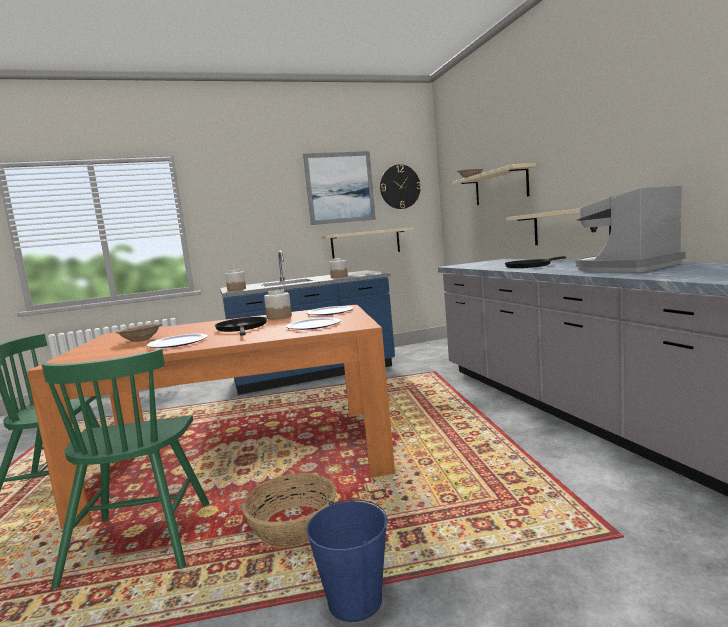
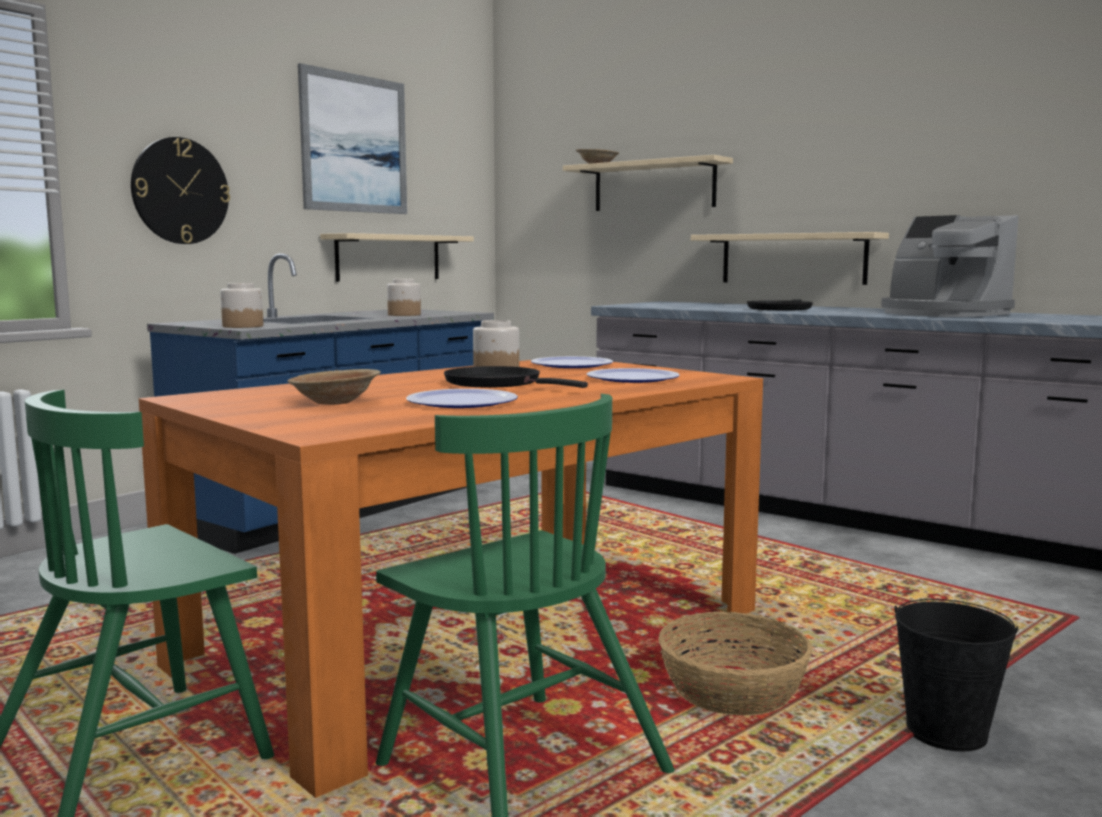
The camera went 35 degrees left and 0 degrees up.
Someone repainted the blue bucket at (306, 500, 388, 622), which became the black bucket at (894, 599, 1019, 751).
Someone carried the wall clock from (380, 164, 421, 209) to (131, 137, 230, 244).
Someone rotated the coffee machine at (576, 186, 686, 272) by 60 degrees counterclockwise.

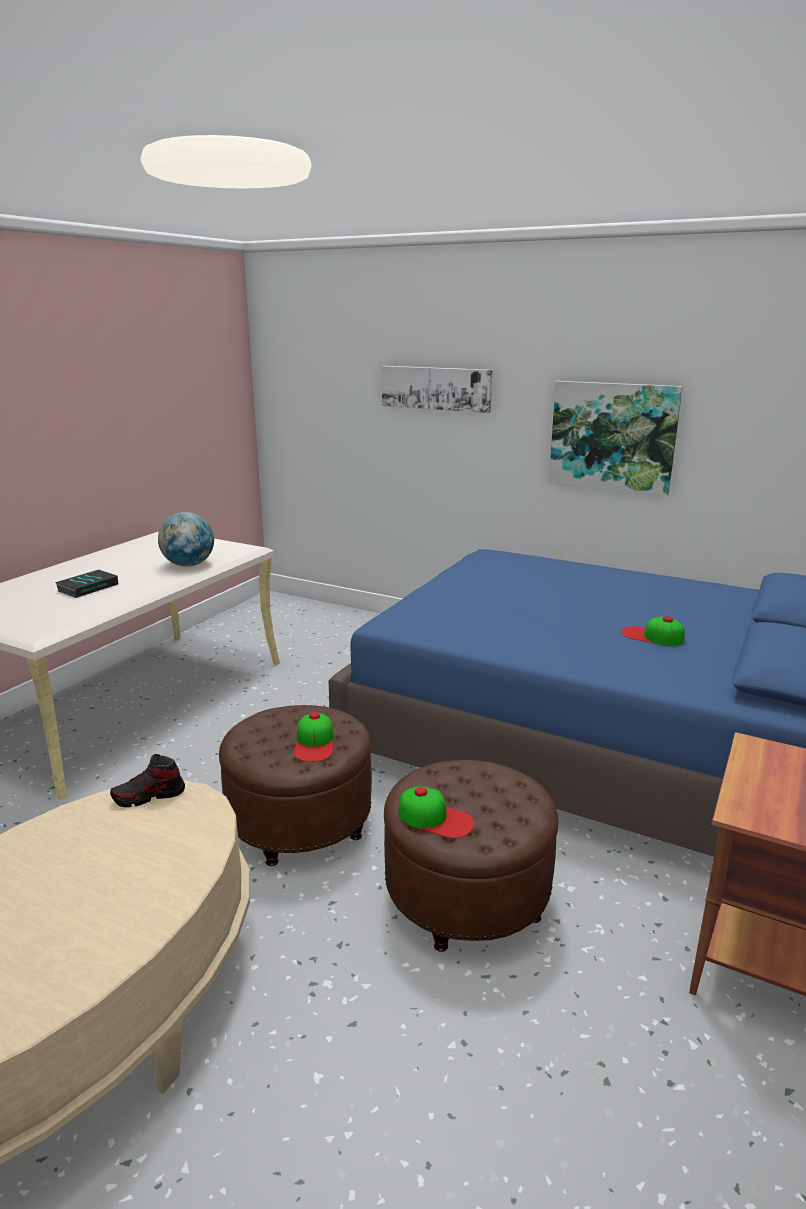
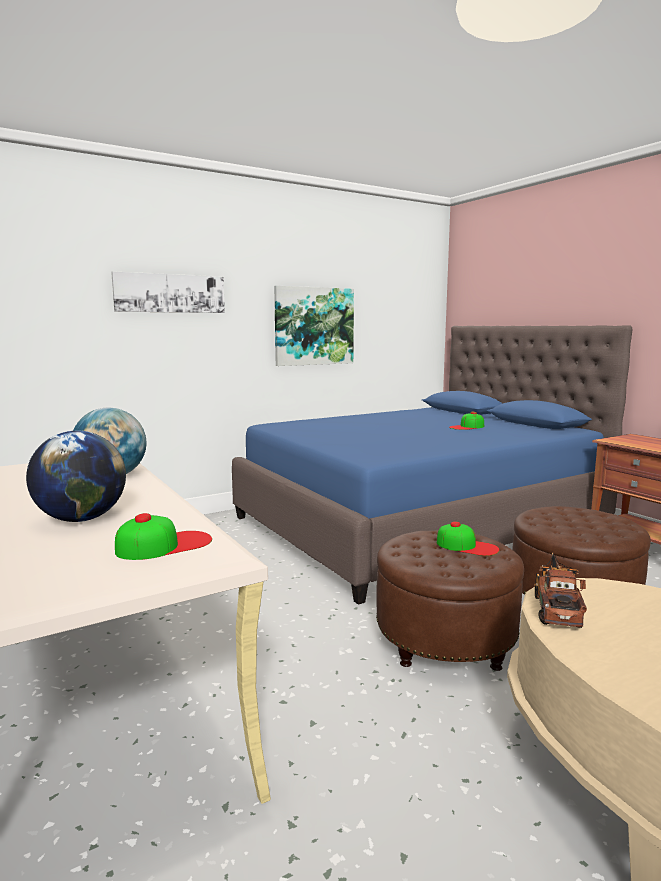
The camera went 60 degrees left and 10 degrees down.
Someone swapped the book at (55, 570, 118, 598) for the globe at (26, 431, 126, 522).
Someone swapped the shoe at (110, 754, 185, 807) for the toy truck at (534, 552, 587, 628).
Someone carried the cap from (398, 786, 475, 838) to (115, 513, 212, 560).

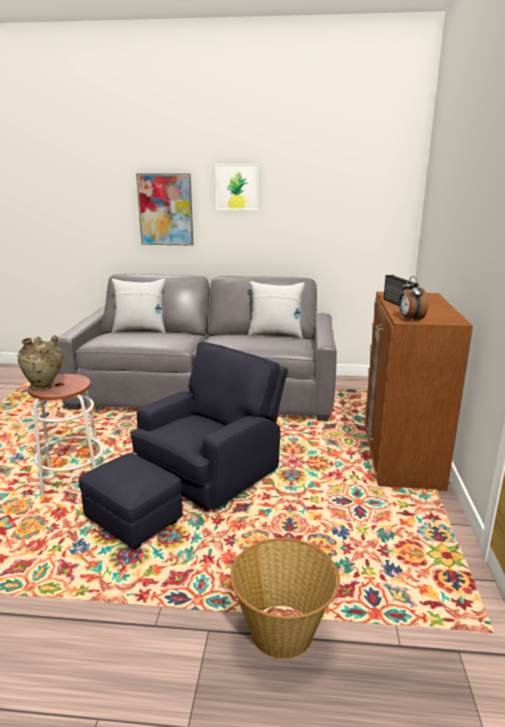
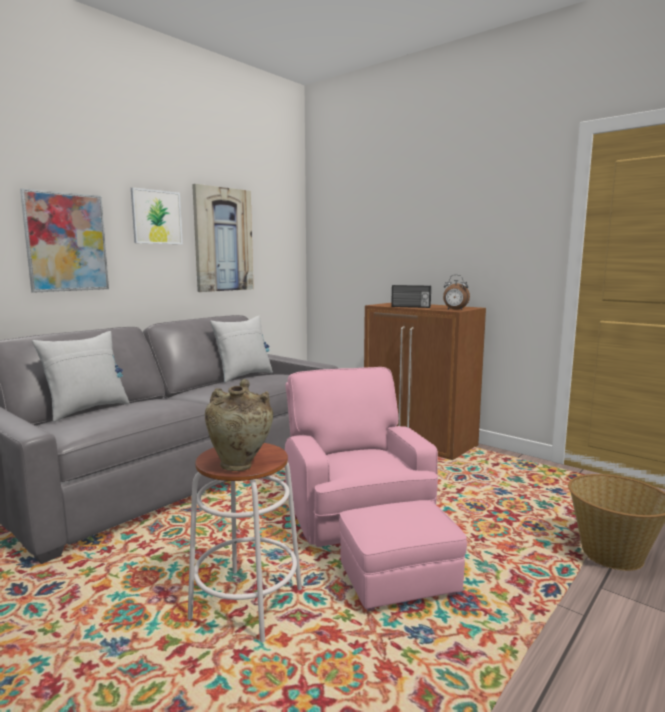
The camera went 55 degrees left and 10 degrees down.
Someone repainted the black armchair at (79, 342, 288, 550), which became the pink armchair at (285, 367, 467, 611).
Someone put up the picture at (192, 184, 254, 292).

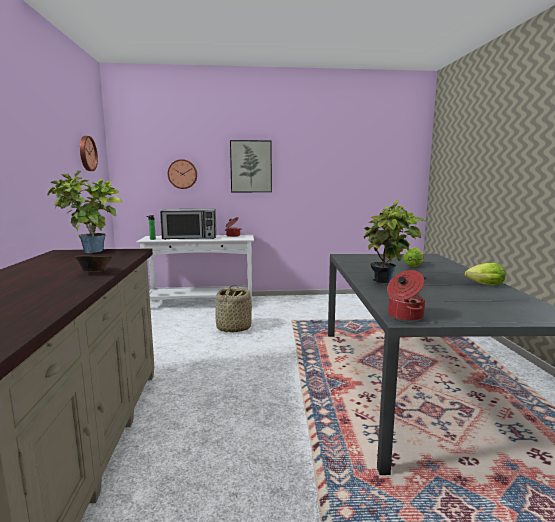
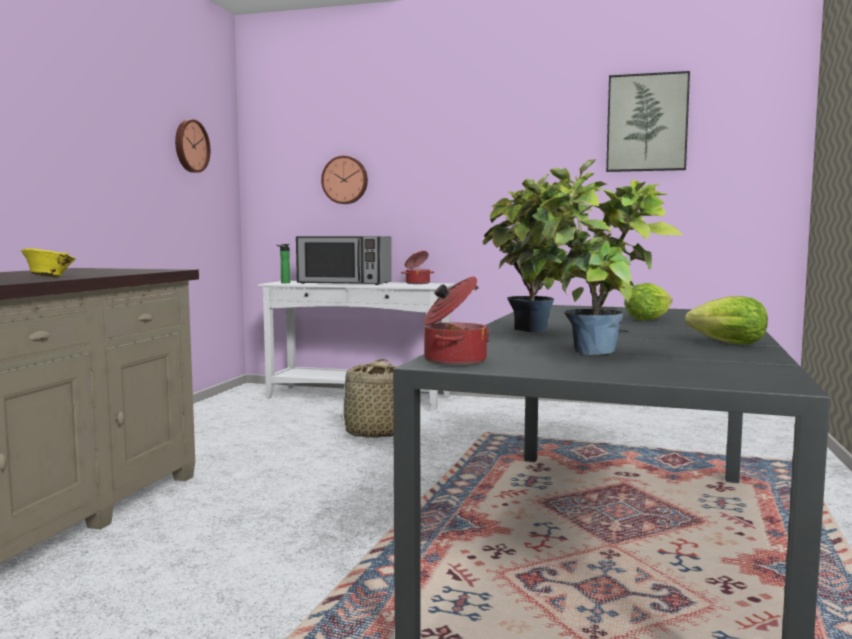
The camera went 20 degrees right and 5 degrees down.
Someone carried the potted plant from (47, 170, 123, 253) to (515, 159, 684, 355).
Someone repainted the brown bowl at (75, 255, 112, 272), which became the yellow bowl at (21, 248, 76, 278).
Someone carried the picture from (230, 140, 272, 192) to (606, 71, 690, 172).

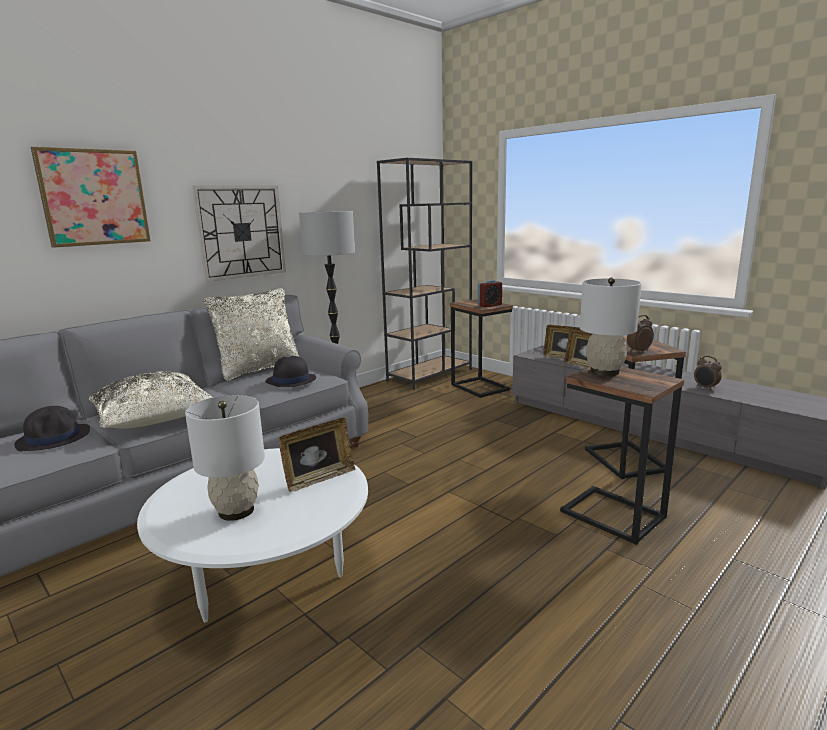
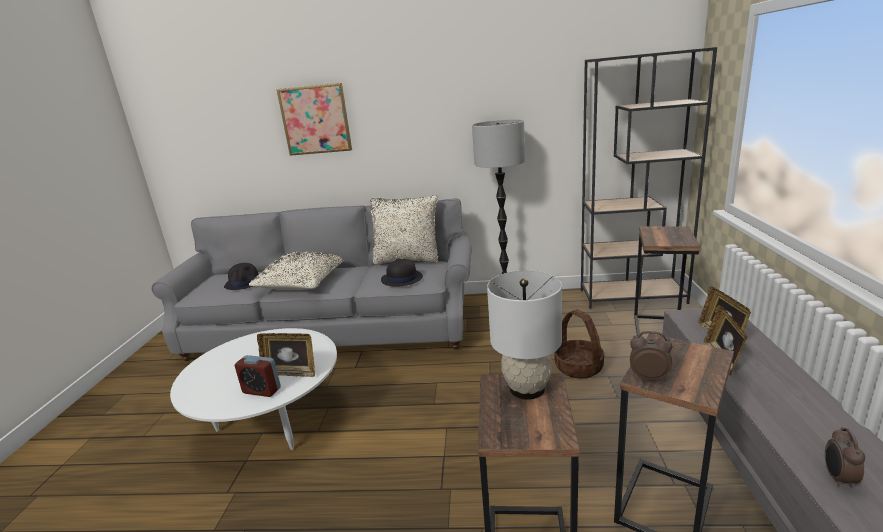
The camera went 50 degrees right and 5 degrees up.
Someone took away the white table lamp at (185, 395, 265, 521).
Someone took away the wall clock at (192, 186, 286, 282).
Someone carried the alarm clock from (478, 280, 502, 307) to (235, 355, 281, 397).
Someone put down the basket at (554, 309, 604, 379).

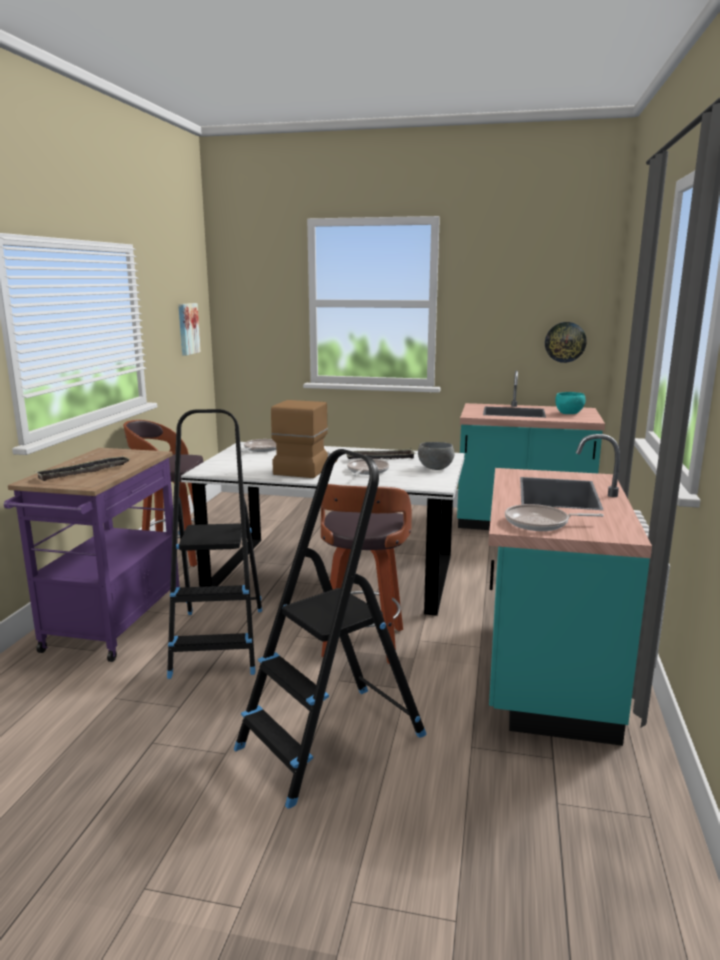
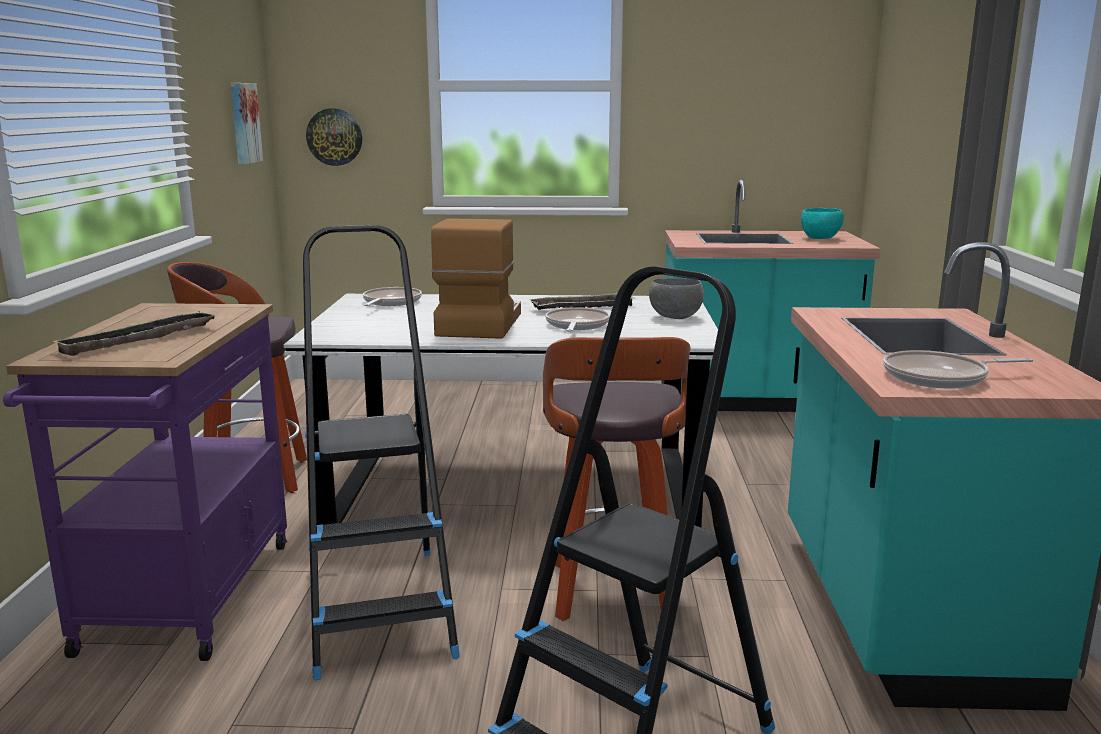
The camera went 10 degrees left and 0 degrees up.
Someone carried the wall clock from (545, 322, 587, 363) to (306, 108, 362, 166).

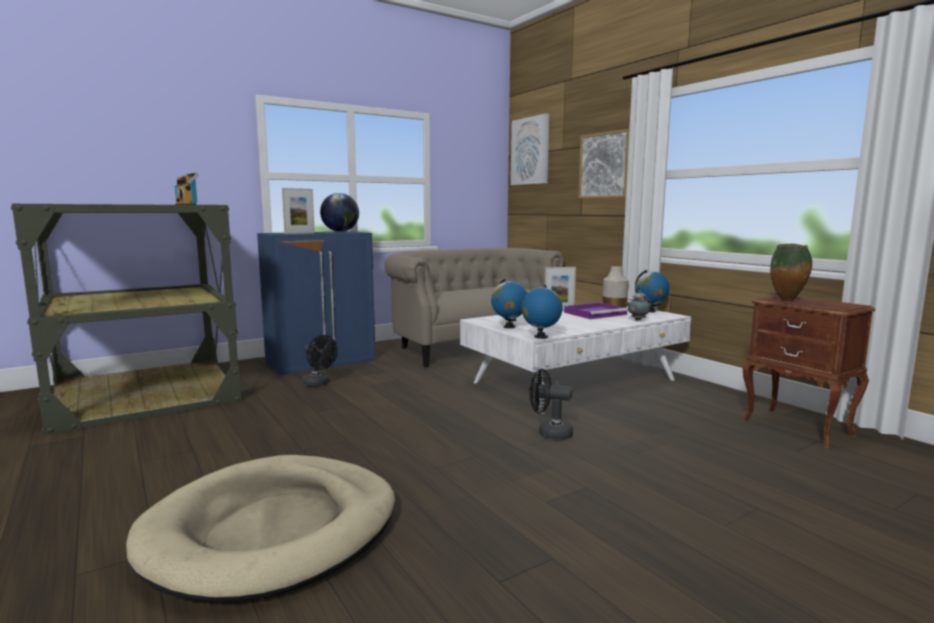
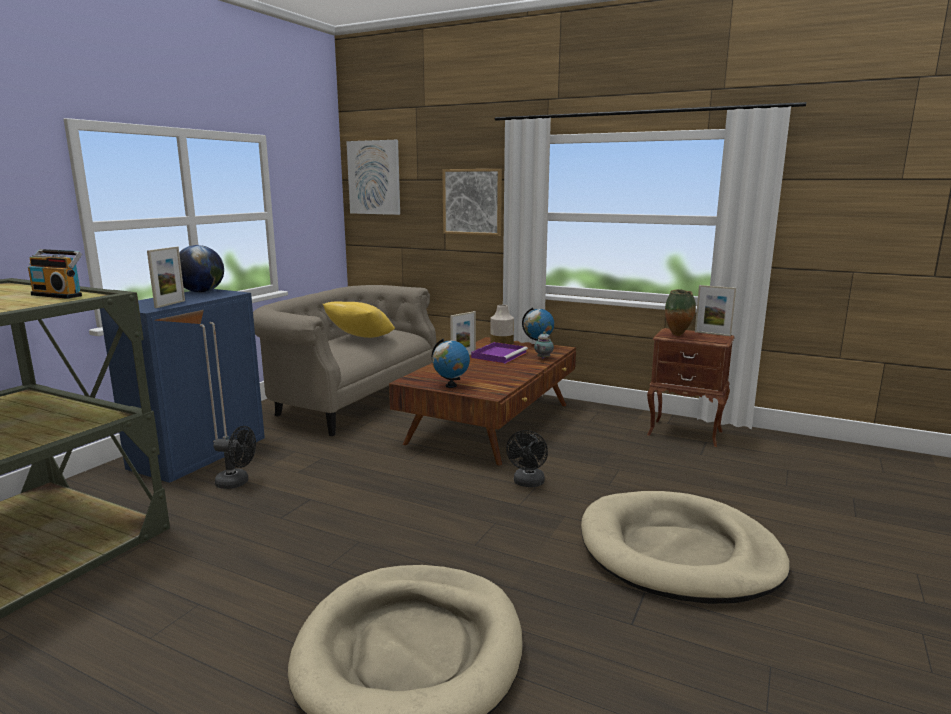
The camera went 30 degrees left and 5 degrees up.
Someone repainted the white coffee table at (460, 302, 691, 414), which became the brown coffee table at (389, 337, 576, 465).
Someone took away the globe at (522, 285, 563, 339).
Someone rotated the black fan at (530, 369, 573, 440) by 60 degrees counterclockwise.
Someone put down the yellow pillow at (323, 302, 395, 338).
Someone put down the beige dog bed at (581, 491, 790, 604).
Someone put down the picture frame at (695, 285, 736, 336).

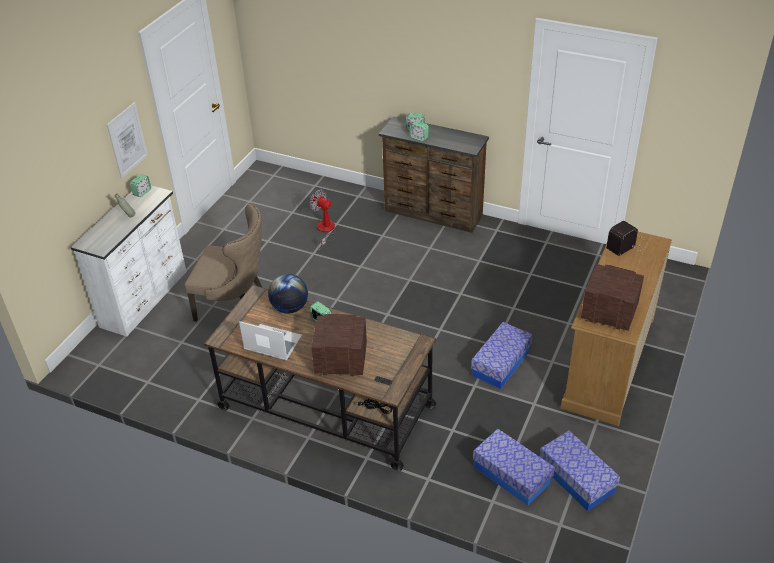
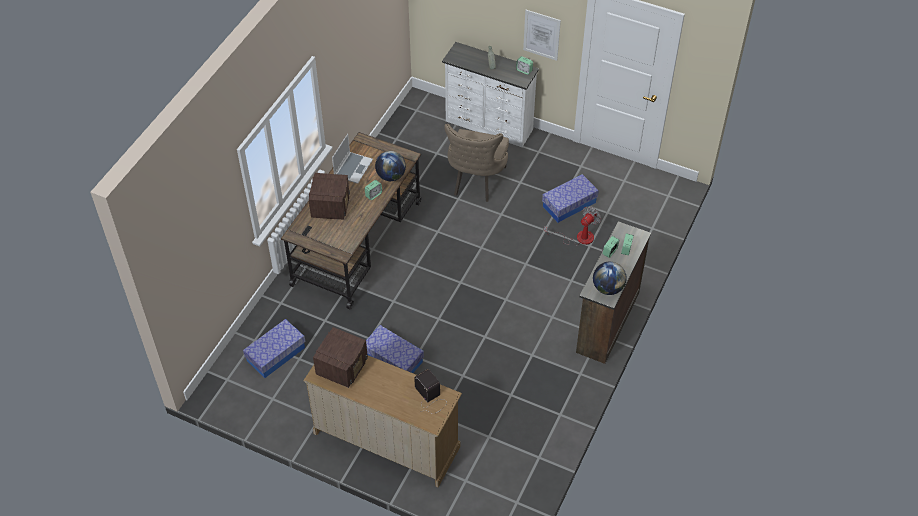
The camera went 90 degrees right and 10 degrees up.
Someone carried the storage box from (539, 431, 620, 511) to (542, 174, 599, 223).
Someone put down the globe at (593, 262, 627, 295).

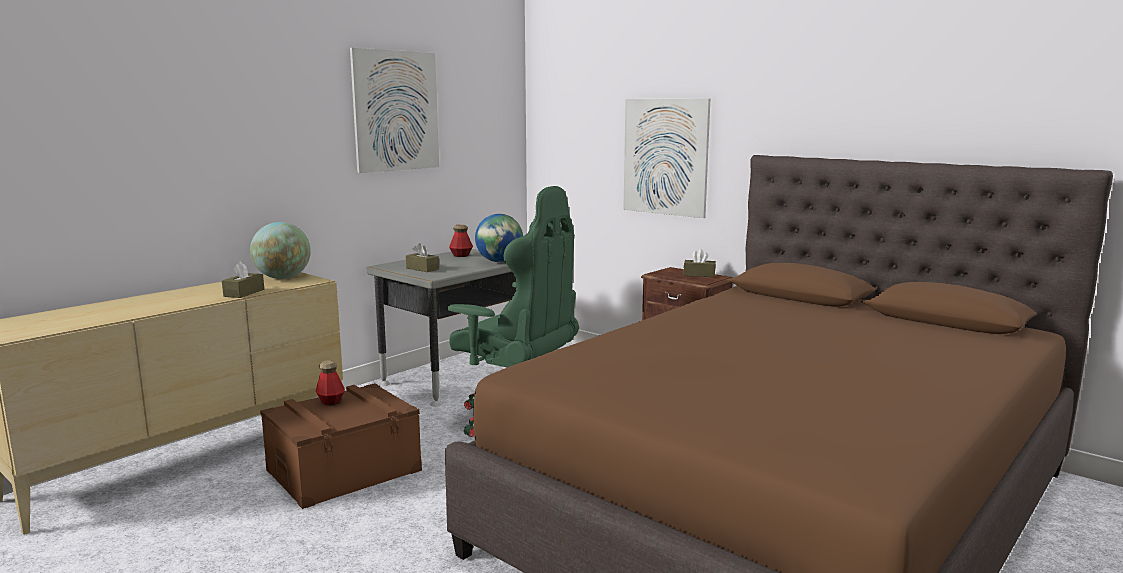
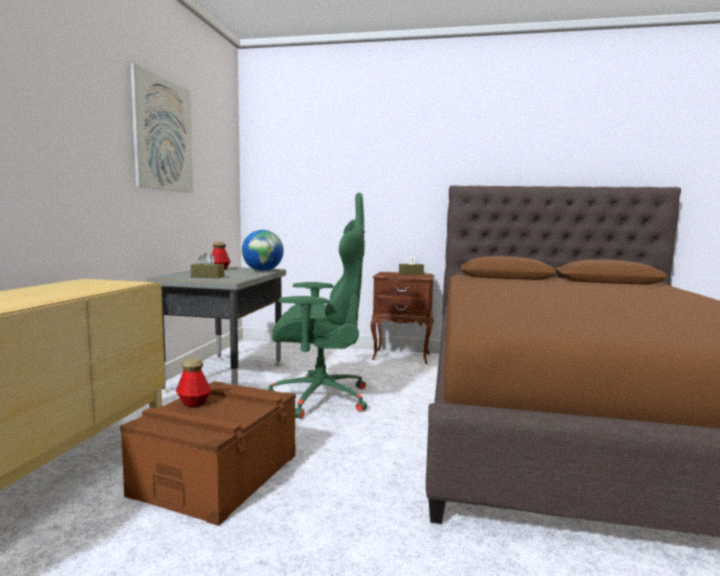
The camera went 30 degrees left and 5 degrees down.
Someone took away the brown tissue box at (222, 261, 264, 298).
Someone took away the globe at (250, 222, 311, 279).
Someone took away the picture at (623, 99, 710, 218).

